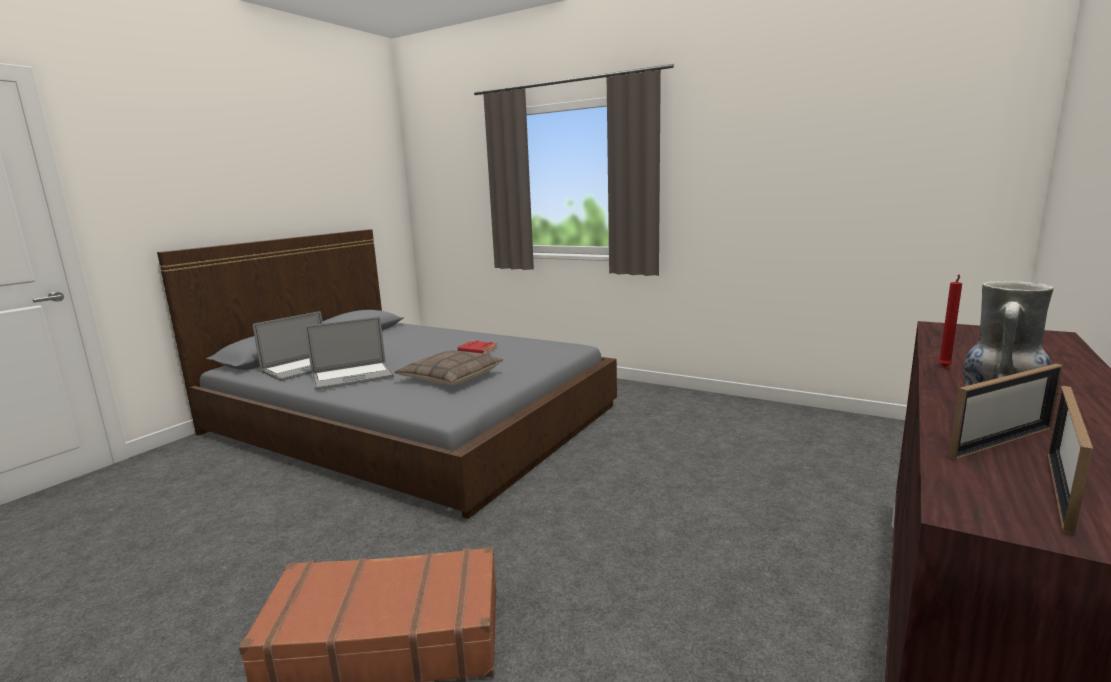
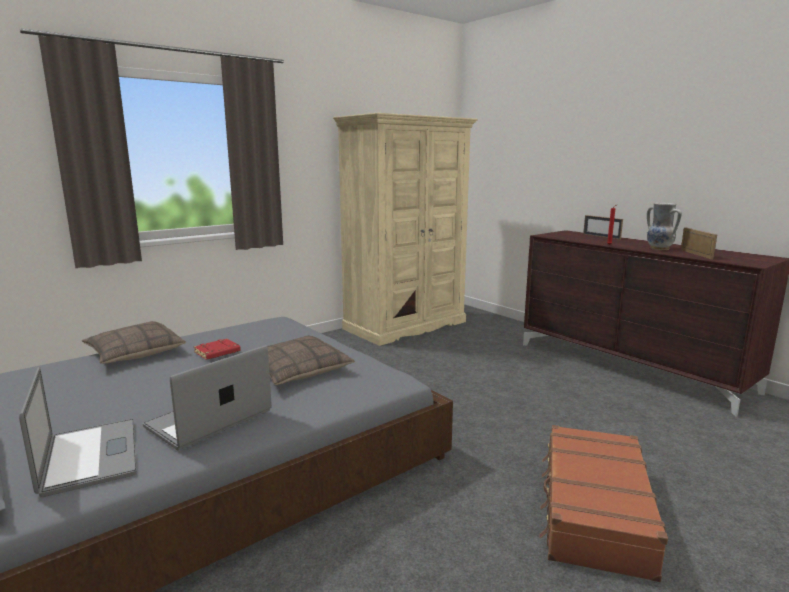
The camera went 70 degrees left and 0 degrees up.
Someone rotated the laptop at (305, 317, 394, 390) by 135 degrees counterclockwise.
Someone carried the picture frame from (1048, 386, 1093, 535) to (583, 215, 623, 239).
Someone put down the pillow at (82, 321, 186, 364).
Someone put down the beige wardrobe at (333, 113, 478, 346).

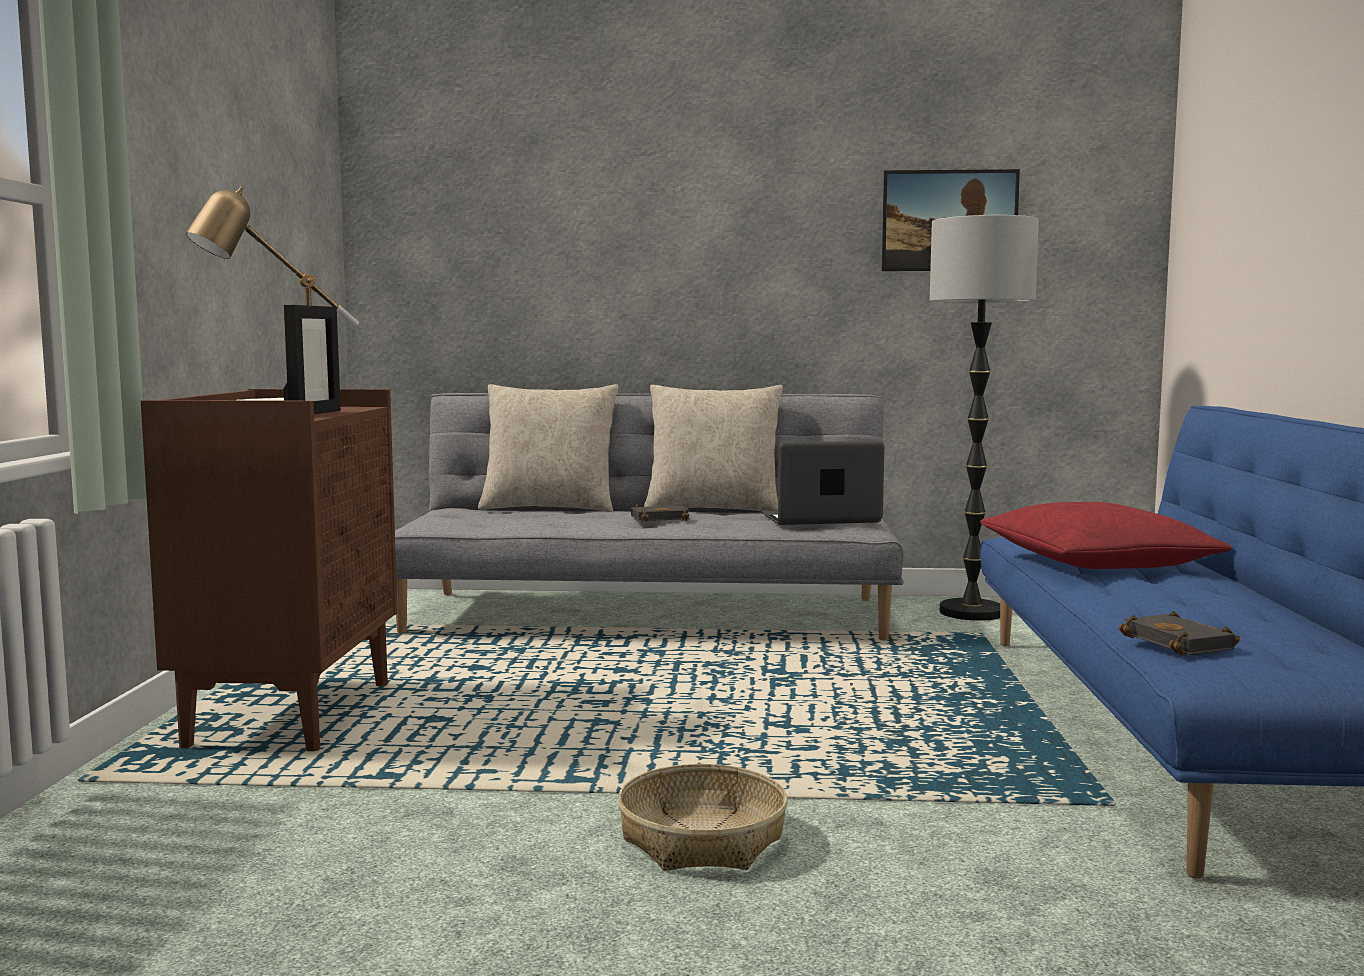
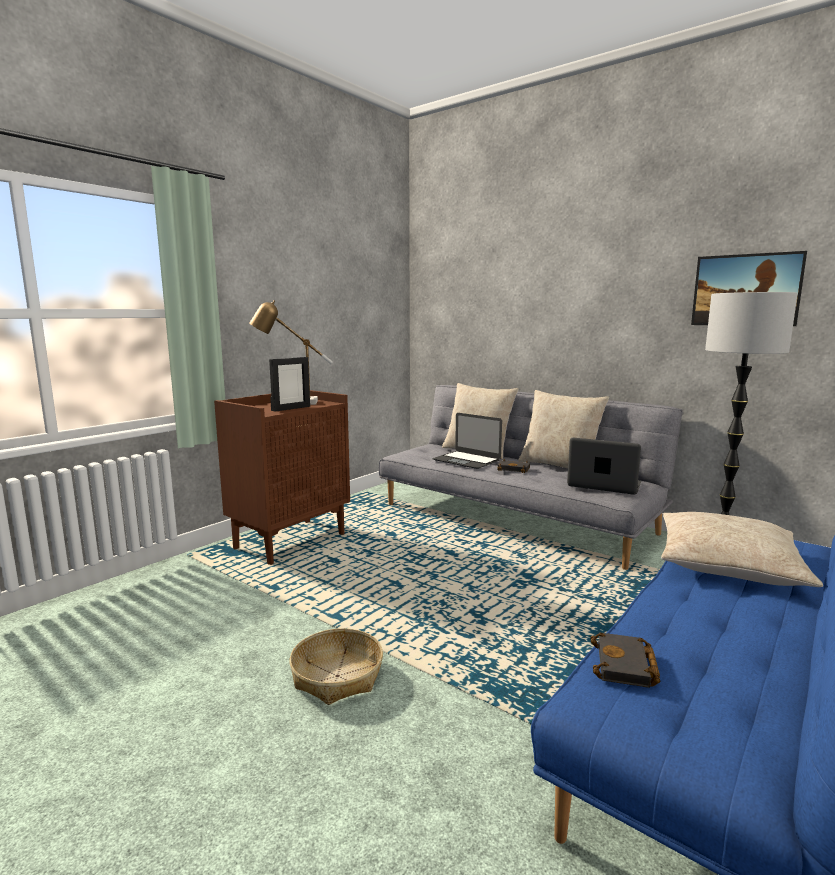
The camera went 35 degrees right and 5 degrees up.
Someone repainted the red pillow at (980, 502, 1232, 569), which became the beige pillow at (661, 512, 823, 587).
Someone put down the laptop at (432, 413, 502, 469).

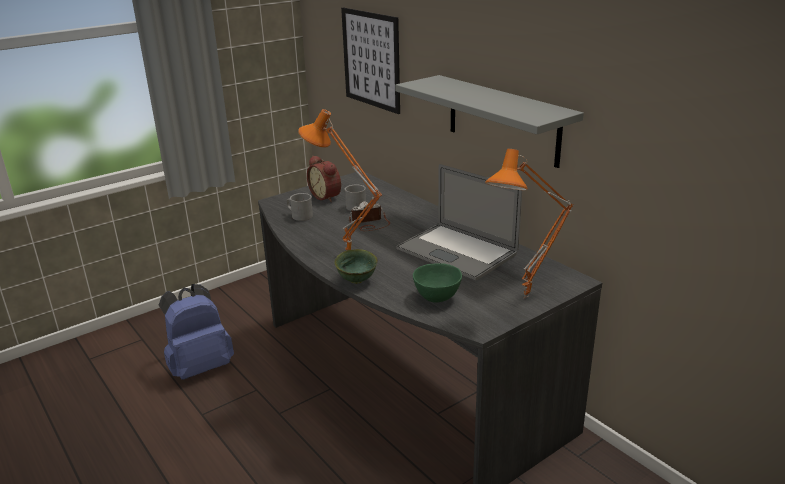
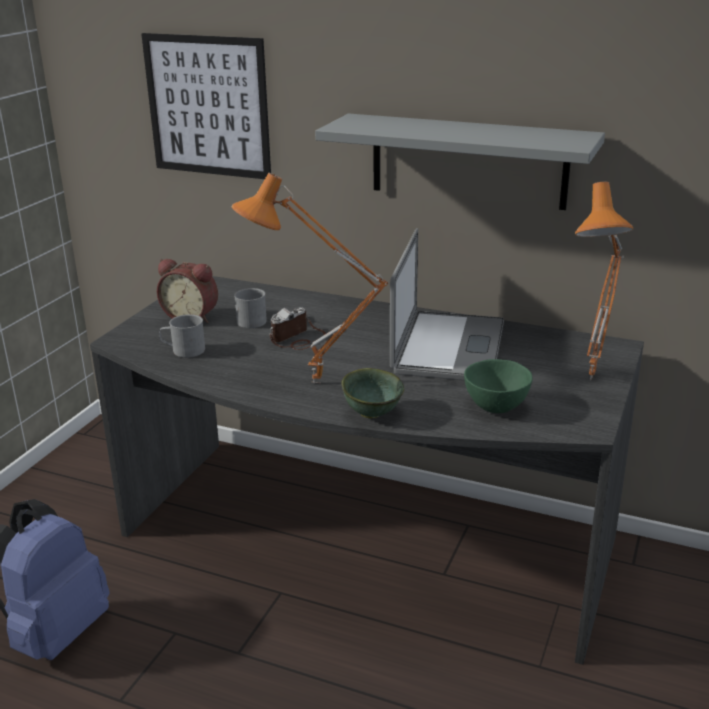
The camera went 30 degrees left and 0 degrees up.
Someone rotated the laptop at (396, 164, 522, 280) by 90 degrees counterclockwise.

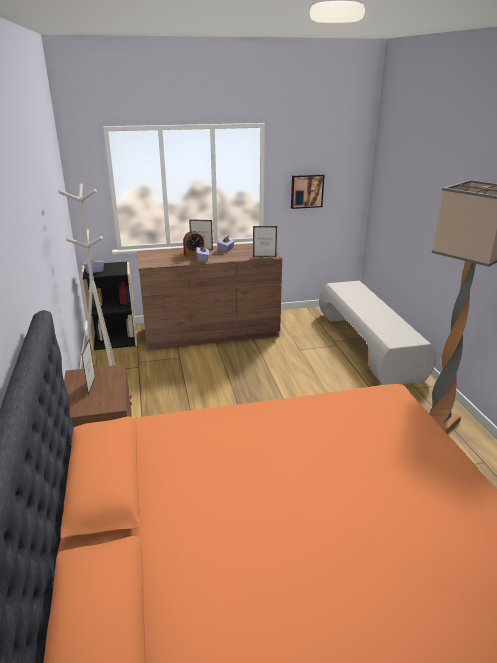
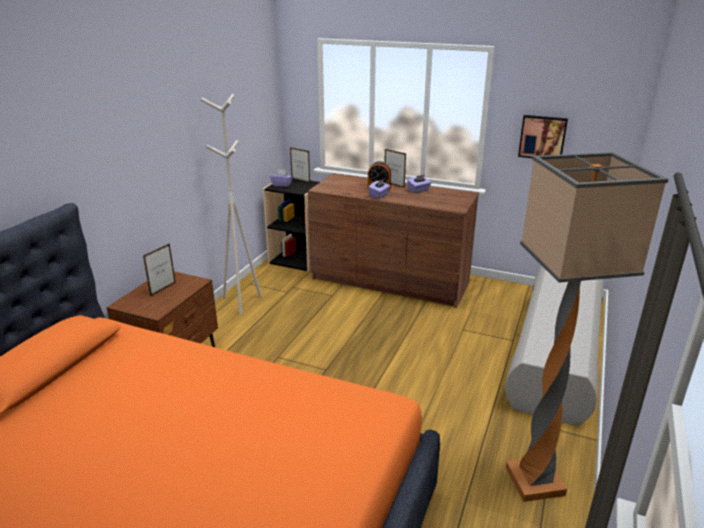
The camera went 35 degrees right and 0 degrees up.
Someone carried the picture frame from (253, 226, 277, 257) to (290, 147, 310, 183).

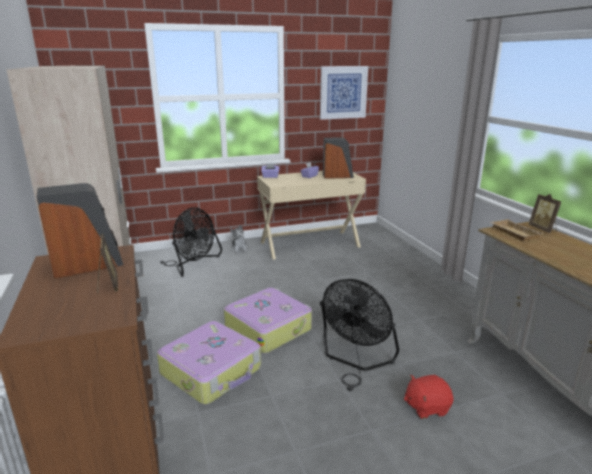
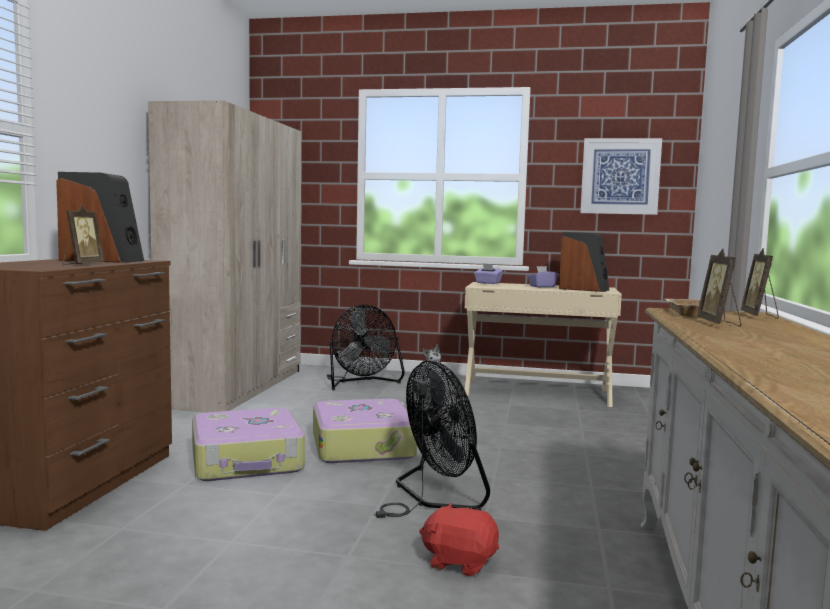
The camera went 30 degrees right and 15 degrees down.
Someone put down the picture frame at (697, 249, 741, 326).

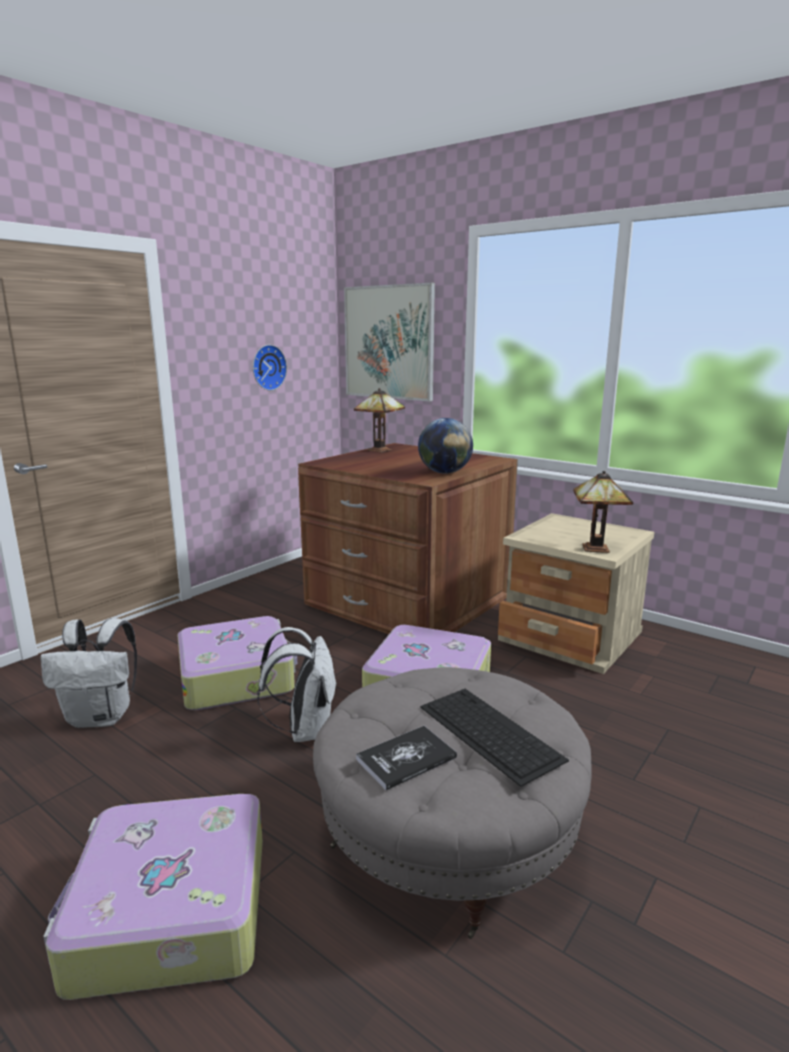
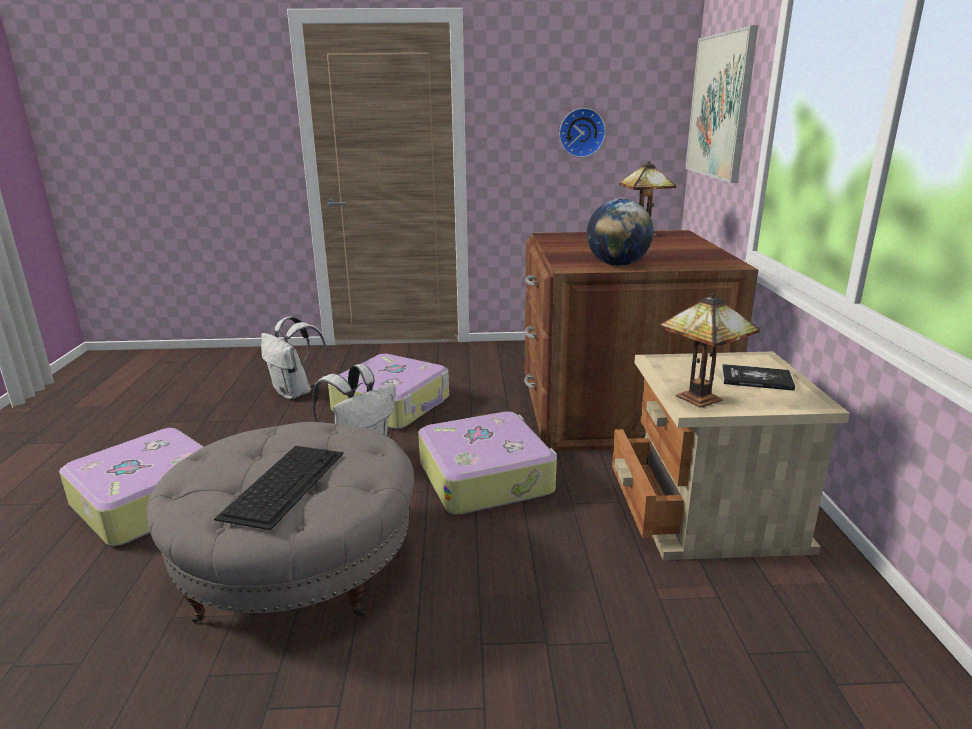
The camera went 50 degrees right and 5 degrees up.
Someone carried the book from (356, 726, 457, 790) to (722, 364, 795, 391).

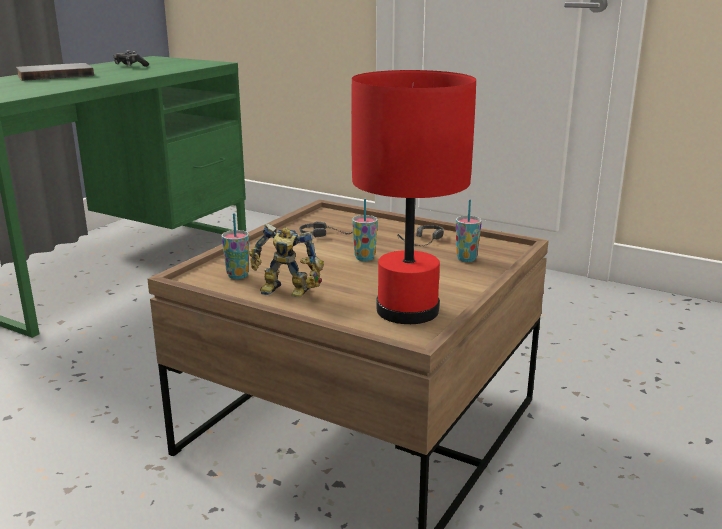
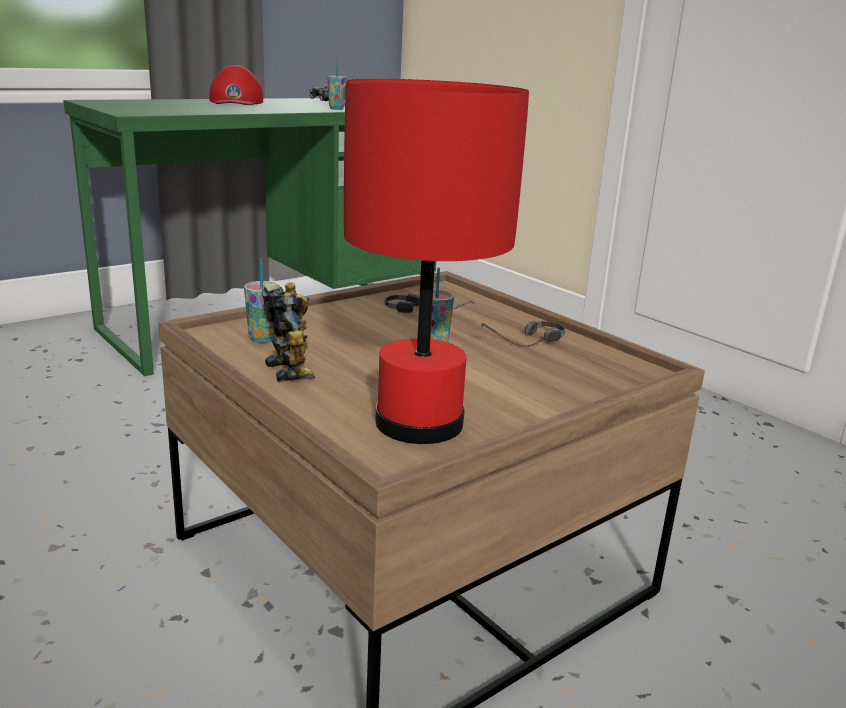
The camera went 20 degrees right and 0 degrees up.
Someone swapped the grey book at (16, 63, 94, 81) for the red cap at (209, 65, 263, 105).
Someone rotated the toy robot at (249, 224, 324, 297) by 150 degrees counterclockwise.
Someone carried the cup from (456, 199, 482, 262) to (327, 60, 347, 110).

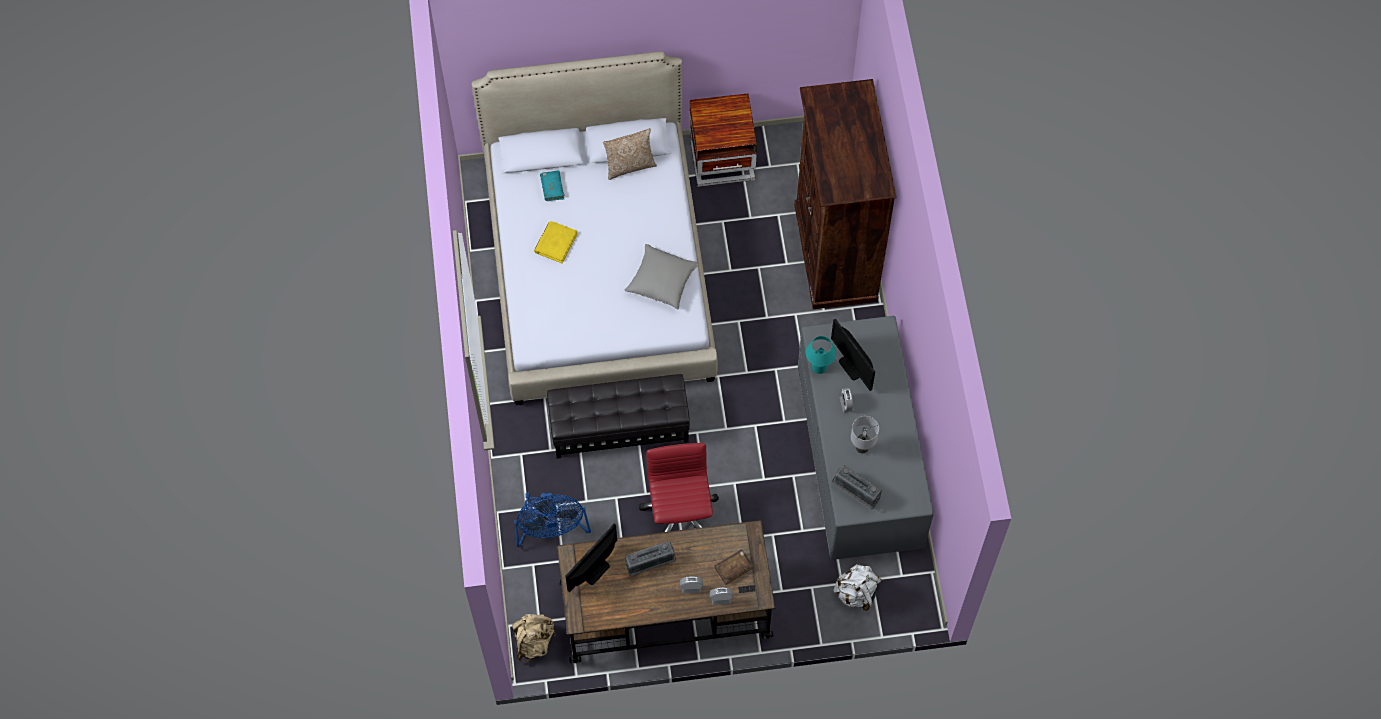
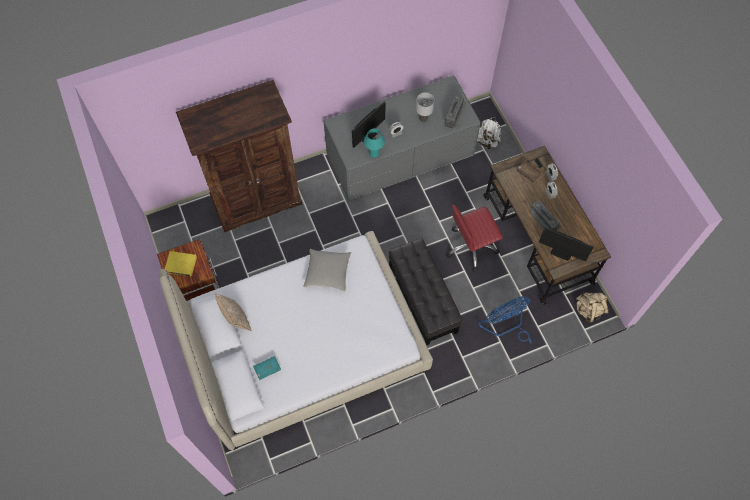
The camera went 105 degrees left and 0 degrees up.
Someone rotated the blue fan at (514, 493, 591, 547) by 90 degrees counterclockwise.
Someone carried the yellow book from (534, 221, 578, 263) to (165, 251, 197, 277).

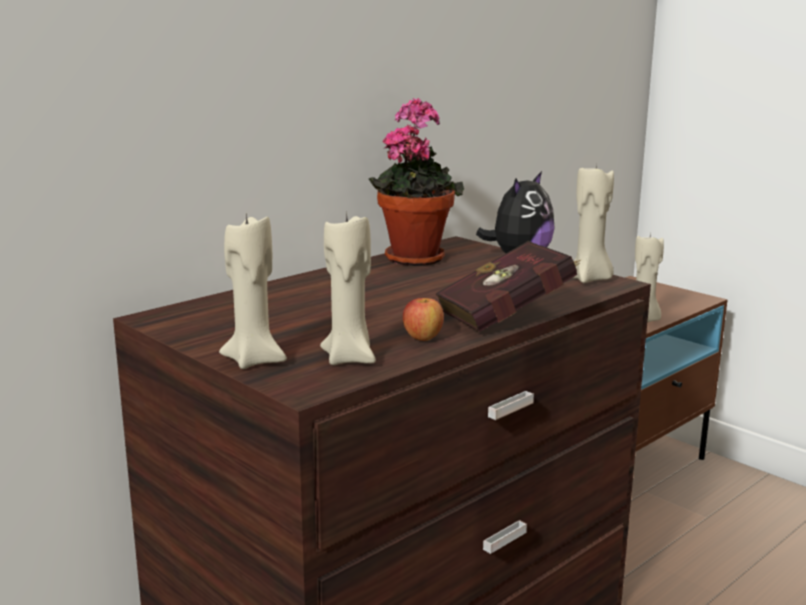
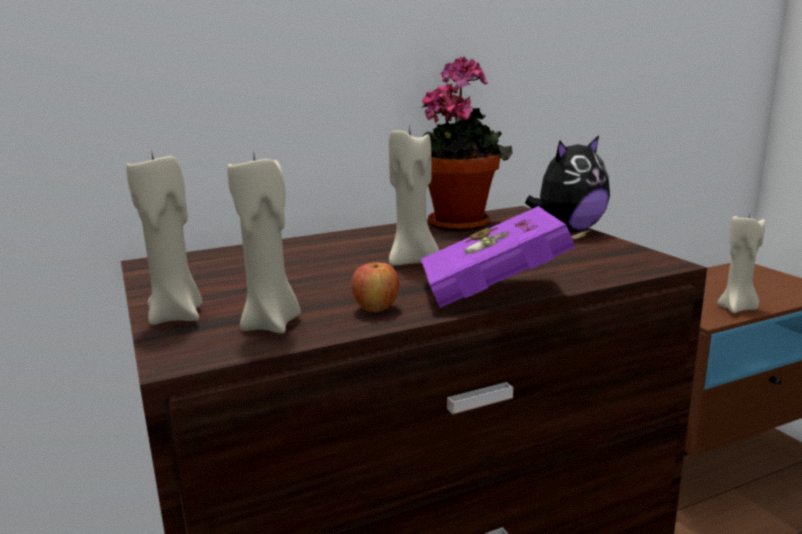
The camera went 20 degrees right and 0 degrees up.
Someone repainted the red book at (436, 241, 581, 332), which became the purple book at (421, 206, 591, 308).
Someone carried the beige candle from (573, 164, 614, 283) to (389, 126, 439, 265).

